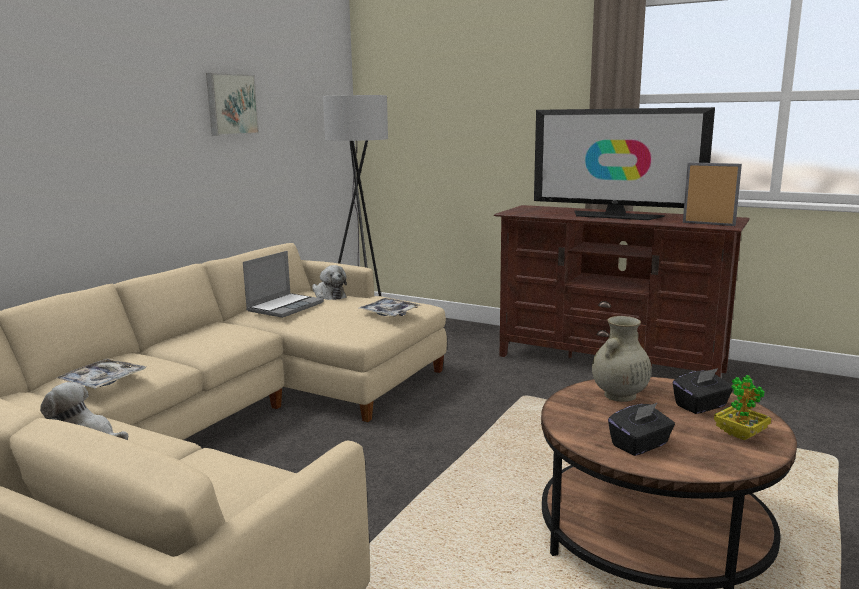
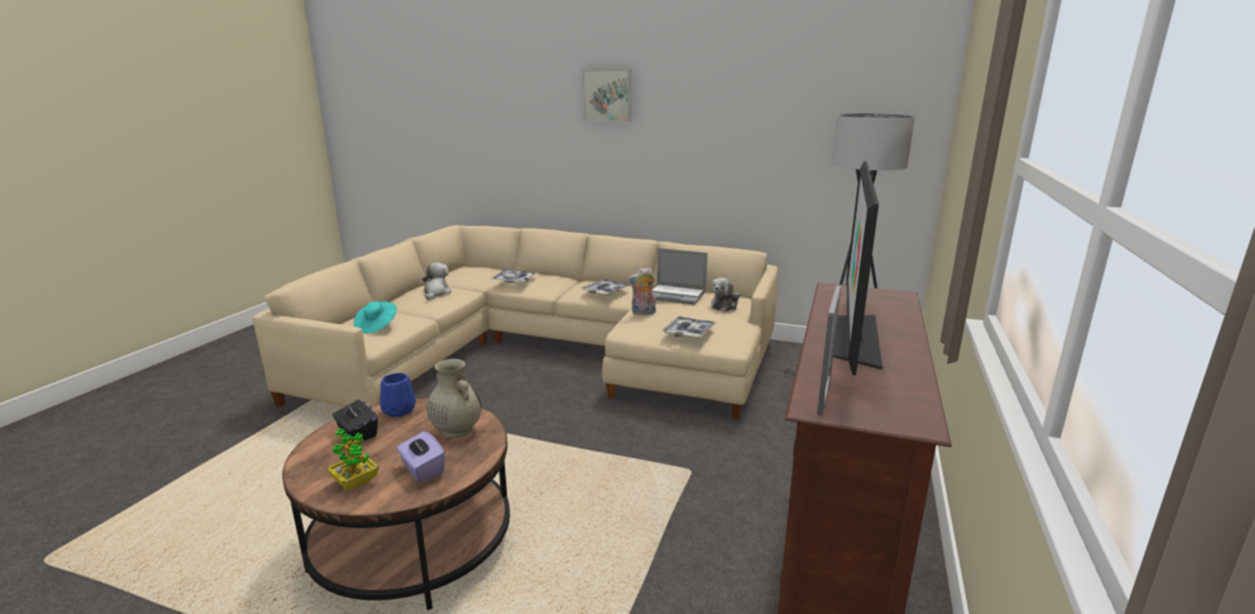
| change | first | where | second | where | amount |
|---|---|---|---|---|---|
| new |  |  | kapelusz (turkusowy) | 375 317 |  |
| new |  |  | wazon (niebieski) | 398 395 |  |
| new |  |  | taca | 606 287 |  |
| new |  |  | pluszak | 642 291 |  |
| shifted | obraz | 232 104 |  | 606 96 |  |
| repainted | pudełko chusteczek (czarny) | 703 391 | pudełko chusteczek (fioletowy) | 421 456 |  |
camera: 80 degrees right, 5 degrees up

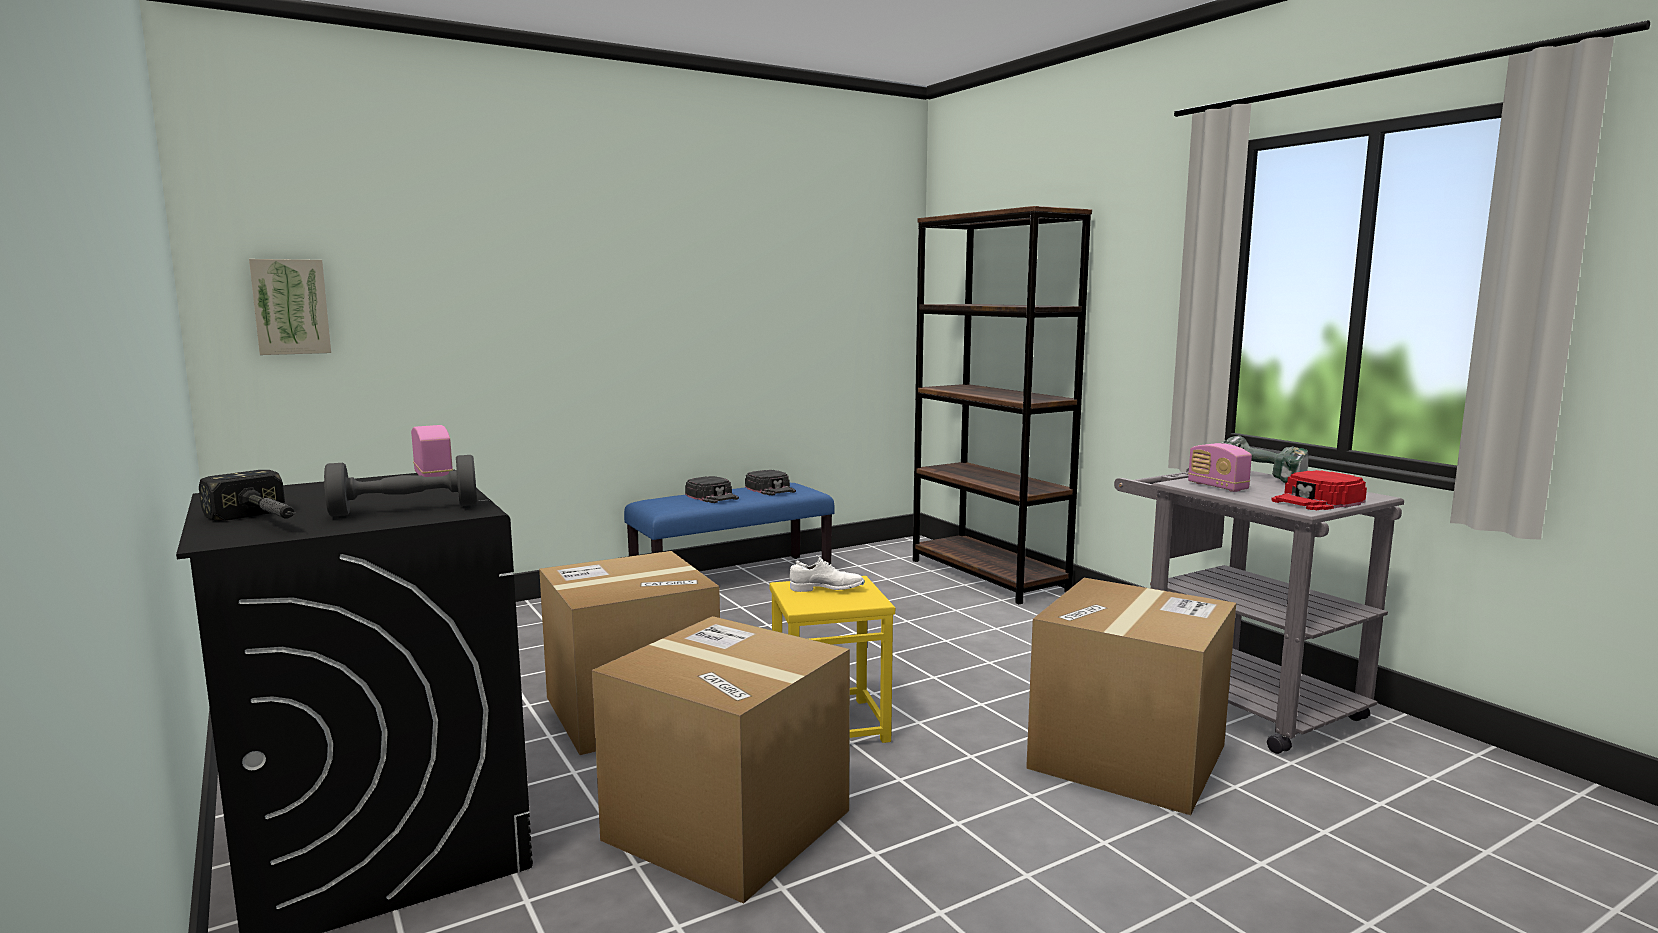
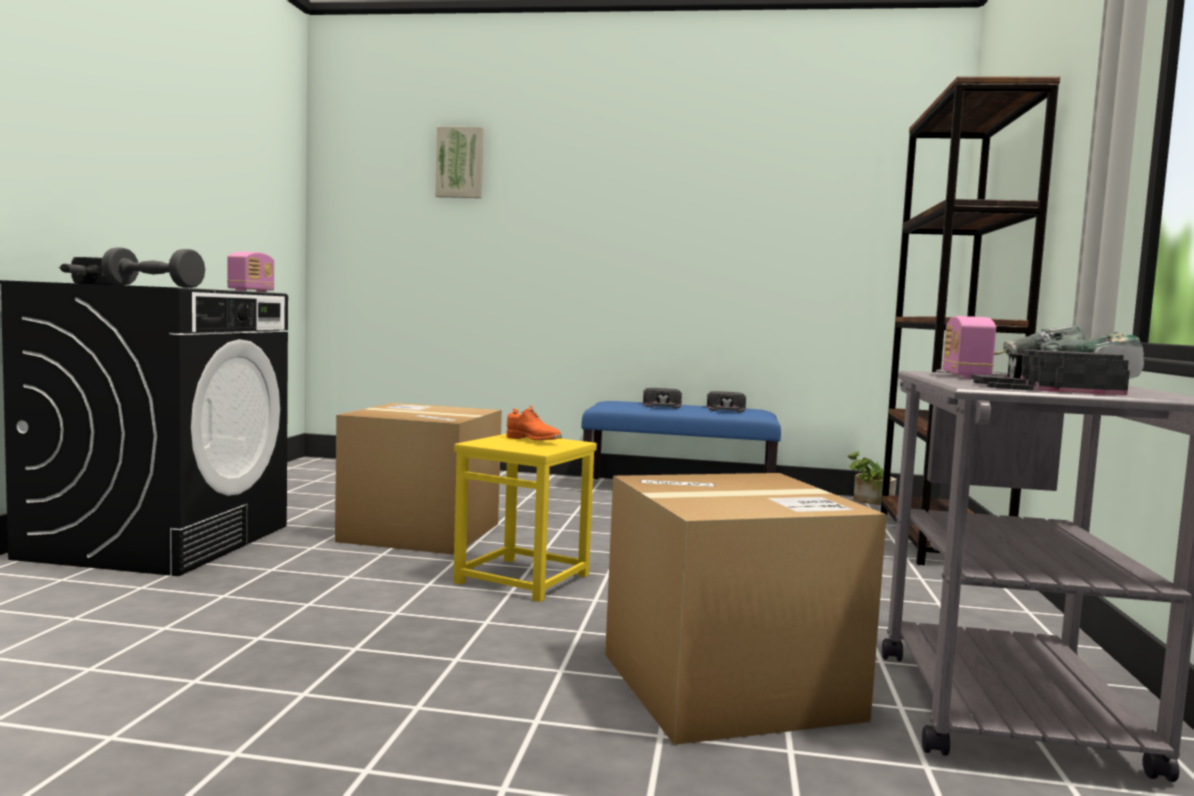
| change | first | where | second | where | amount |
|---|---|---|---|---|---|
| gone | karton | 721 760 |  |  |  |
| new |  |  | roślina doniczkowa | 872 478 |  |
| shifted | obraz | 290 307 |  | 459 162 |  |
| repainted | but (biały) | 827 573 | but (pomarańczowy) | 534 423 |  |
| repainted | czapka z daszkiem (czerwony) | 1319 490 | czapka z daszkiem (czarny) | 1050 372 |  |
camera: 40 degrees right, 5 degrees down

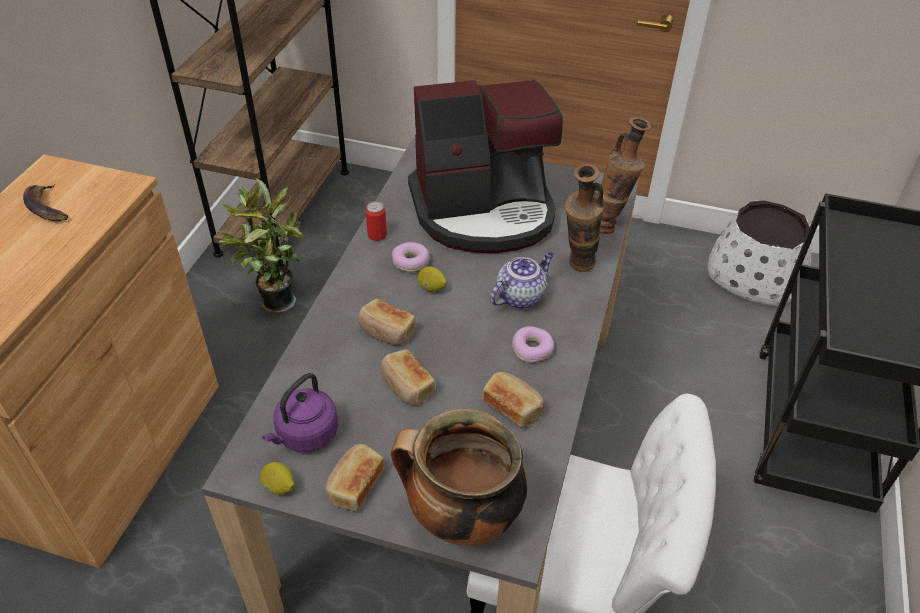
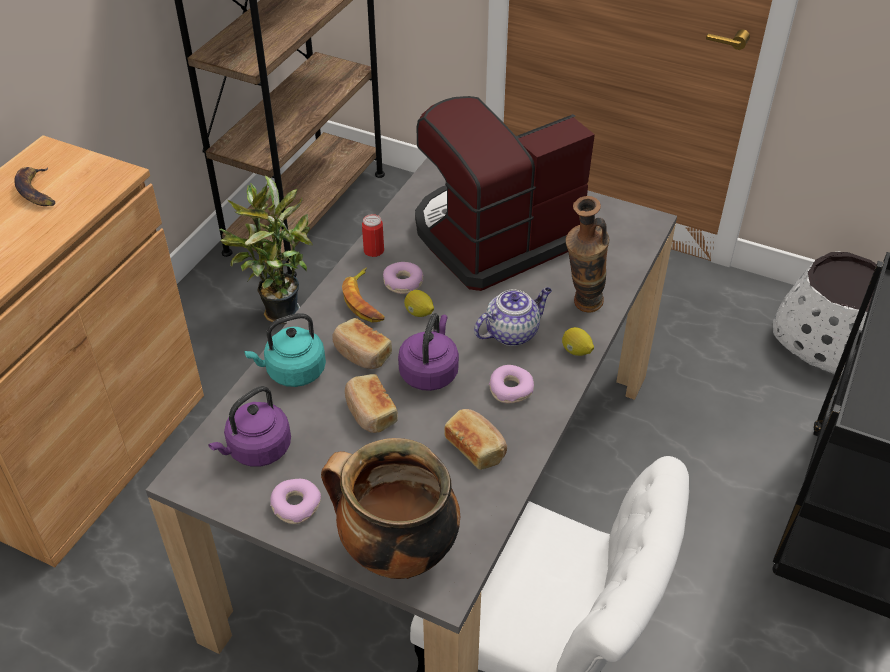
| change | first | where | second | where | amount |
|---|---|---|---|---|---|
| gone | wazon | 624 175 |  |  |  |
| new |  |  | czajnik (turkusowy) | 285 350 |  |
| new |  |  | banan | 363 295 |  |
| new |  |  | czajnik (fioletowy) | 428 352 |  |
| shifted | cytryna | 277 478 |  | 578 341 |  |
| swapped | chleb | 355 477 | donut | 295 501 |  |
| rotated | ekspres do kawy | 485 166 |  | 505 193 | 150 degrees clockwise |
camera: 10 degrees right, 0 degrees up

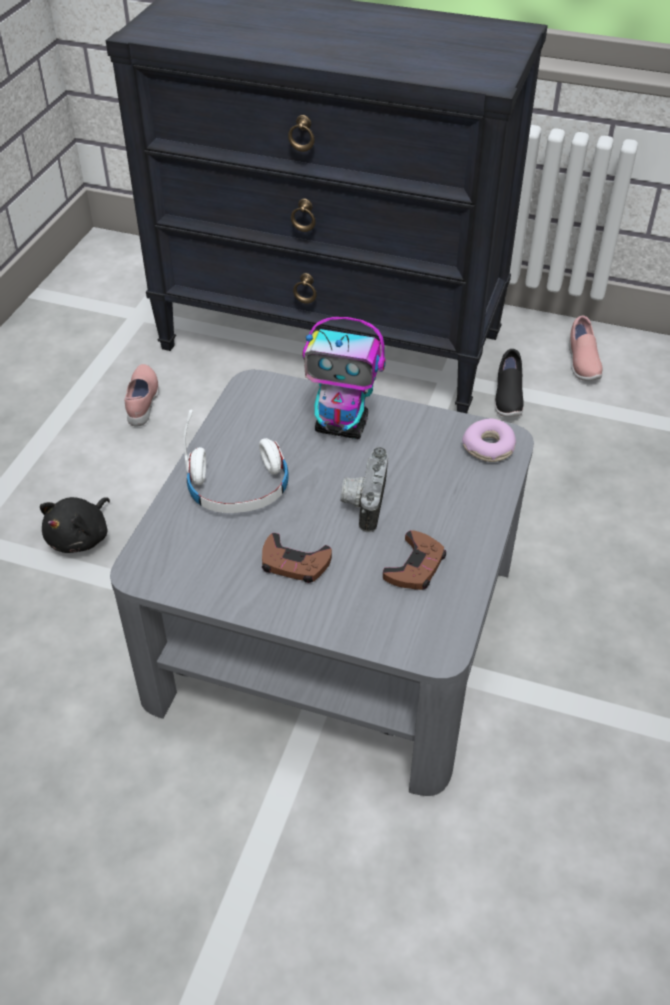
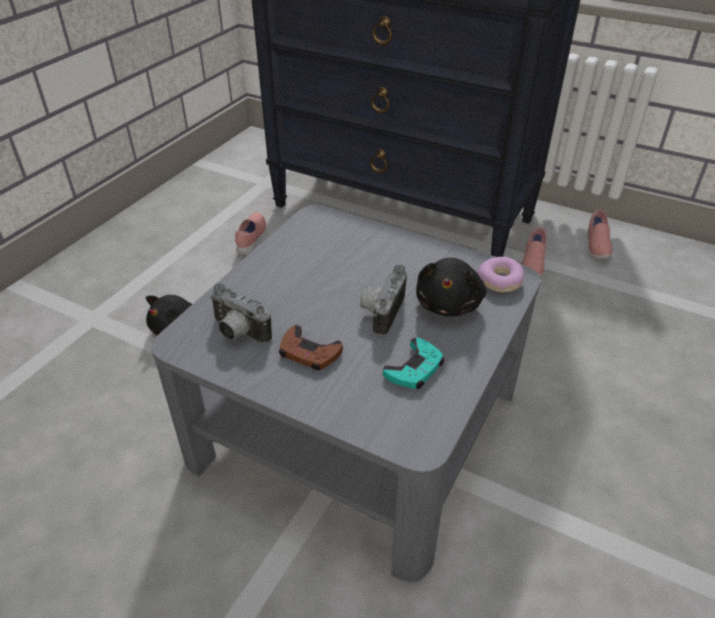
| change | first | where | second | where | amount |
|---|---|---|---|---|---|
| gone | słuchawki (biały) | 236 461 |  |  |  |
| gone | robot zabawkowy | 344 378 |  |  |  |
| new |  |  | aparat fotograficzny | 241 313 |  |
| new |  |  | pluszak (czarny) | 451 287 |  |
| repainted | pad do gier (brązowy) | 414 560 | pad do gier (turkusowy) | 413 363 |  |
| repainted | but (czarny) | 509 383 | but (różowy) | 534 252 |  |
camera: 10 degrees right, 5 degrees down

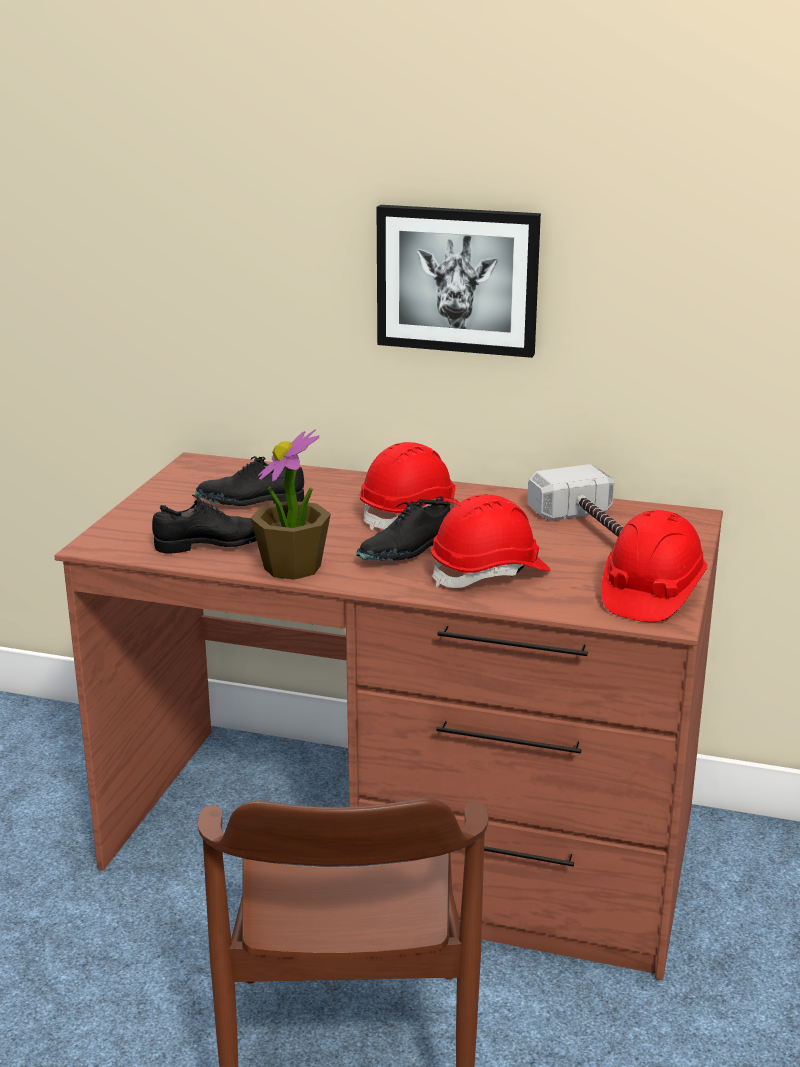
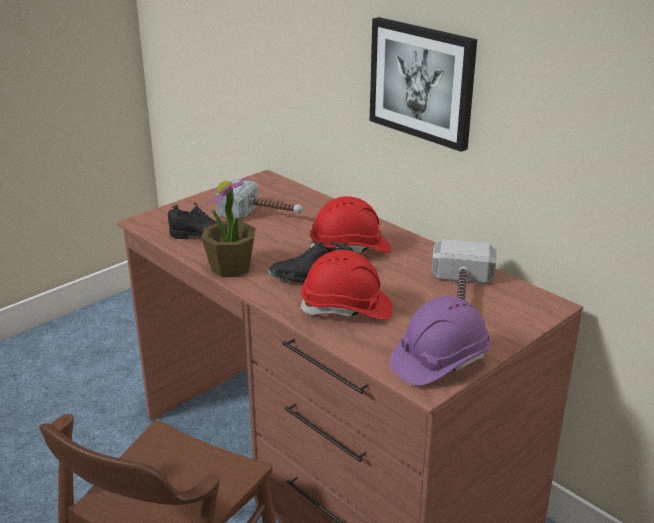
| change | first | where | second | where | amount |
|---|---|---|---|---|---|
| swapped | but (czarny) | 249 481 | młotek | 259 199 |  |
| repainted | kask (czerwony) | 654 566 | kask (fioletowy) | 440 341 |  |
camera: 30 degrees right, 5 degrees up

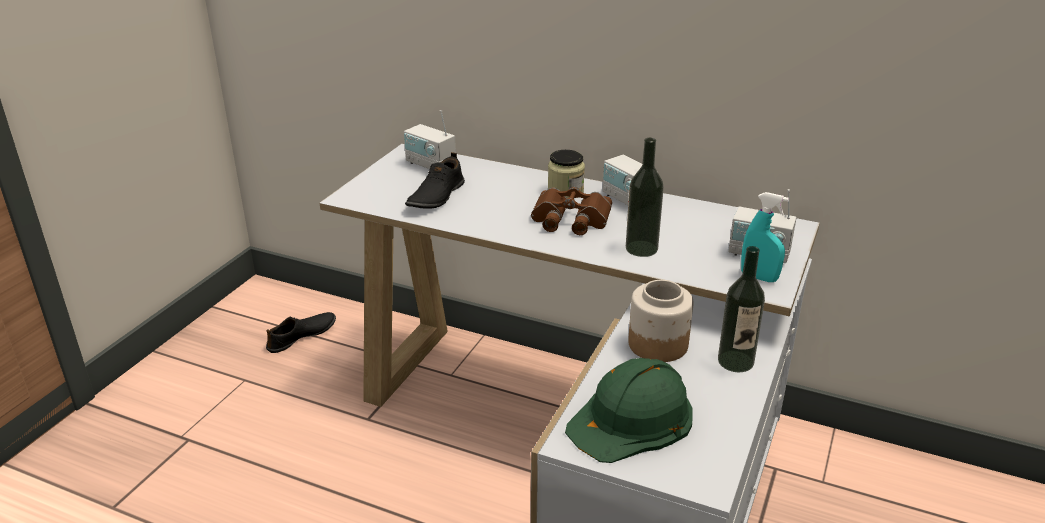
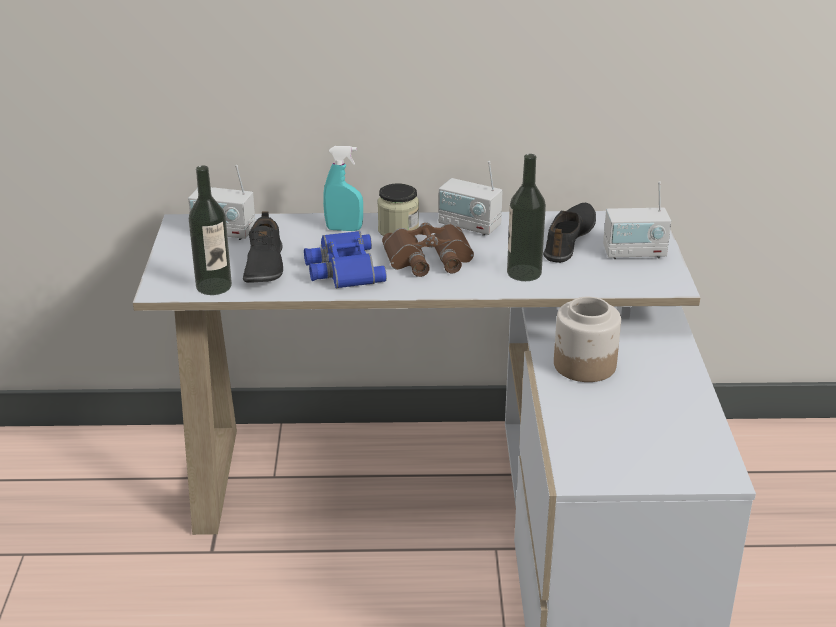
| change | first | where | second | where | amount |
|---|---|---|---|---|---|
| gone | kask (zielony) | 629 410 |  |  |  |
| new |  |  | lornetka (niebieski) | 345 260 |  |
| shifted | but (czarny) | 301 332 |  | 569 233 |  |
| shifted | butelka | 741 309 |  | 210 230 |  |
| shifted | spryskiwacz (turkusowy) | 765 237 |  | 343 188 |  |
camera: 25 degrees left, 0 degrees up

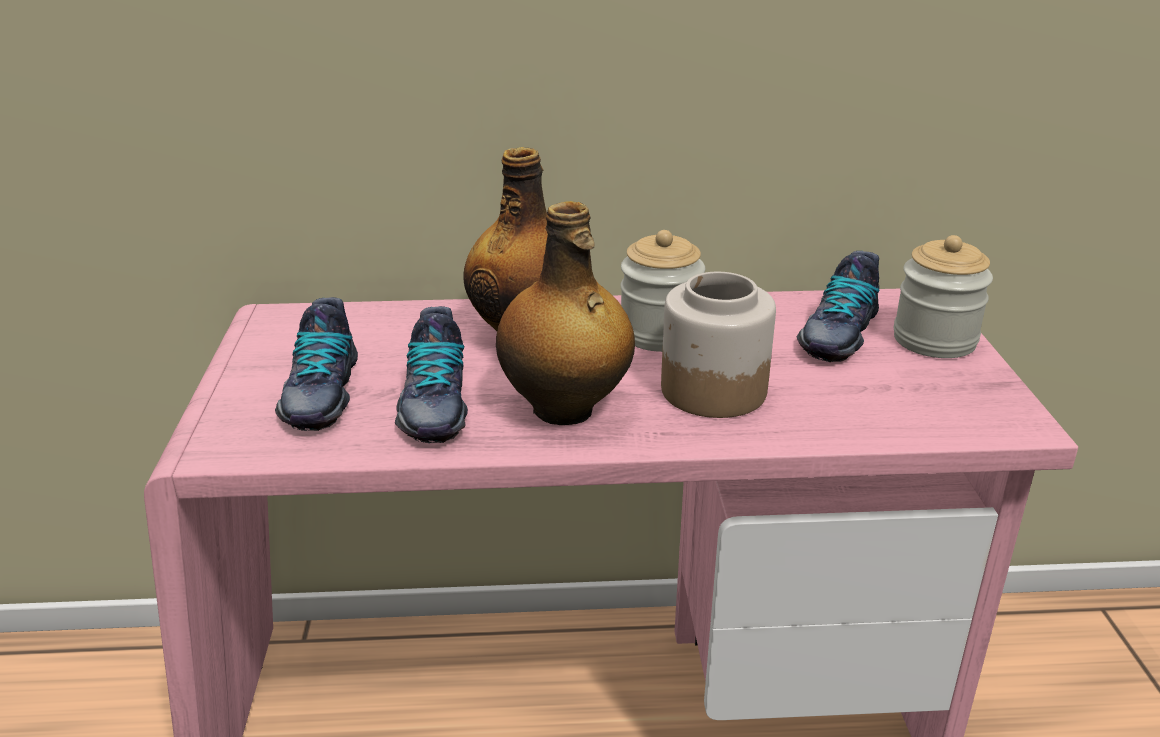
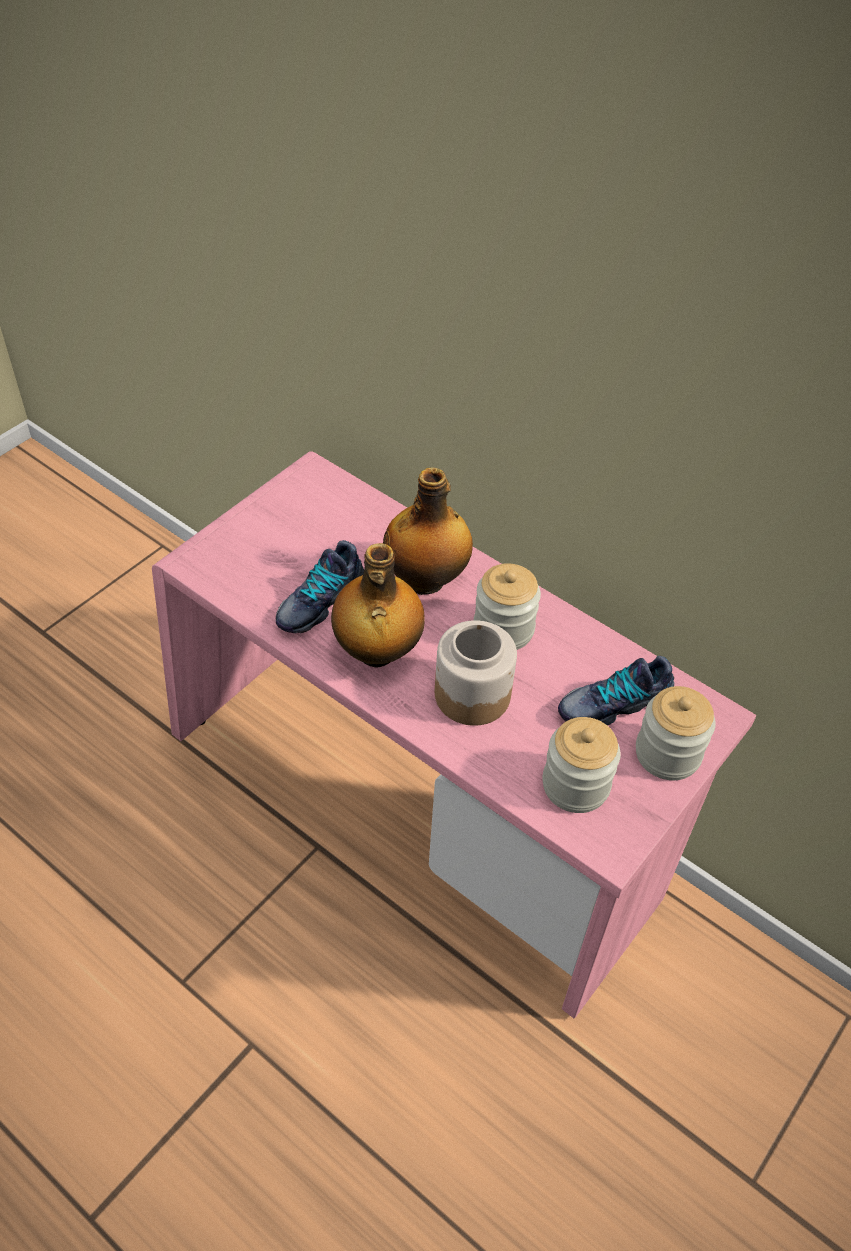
| change | first | where | second | where | amount |
|---|---|---|---|---|---|
| gone | but | 316 364 |  |  |  |
| new |  |  | słoik | 581 765 |  |
camera: 40 degrees right, 20 degrees up

